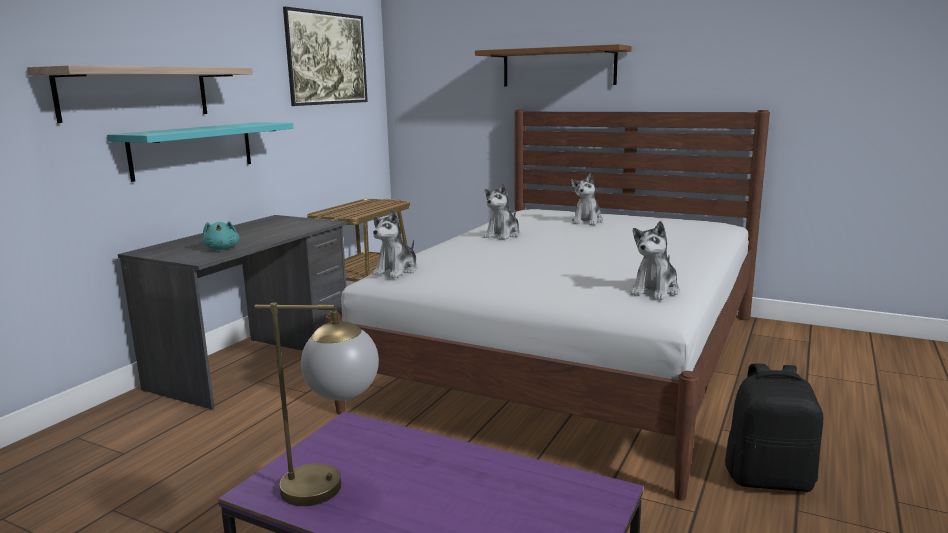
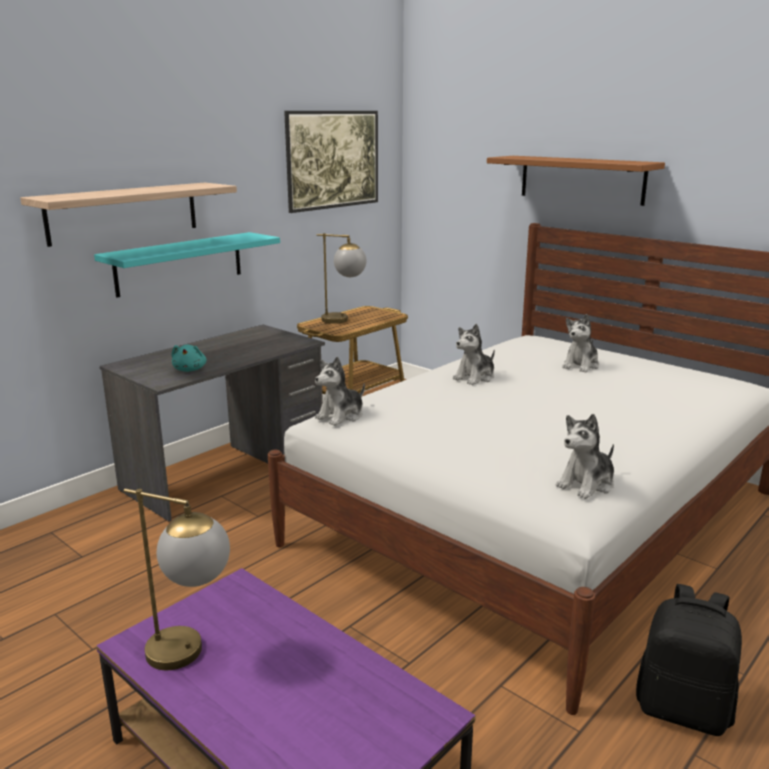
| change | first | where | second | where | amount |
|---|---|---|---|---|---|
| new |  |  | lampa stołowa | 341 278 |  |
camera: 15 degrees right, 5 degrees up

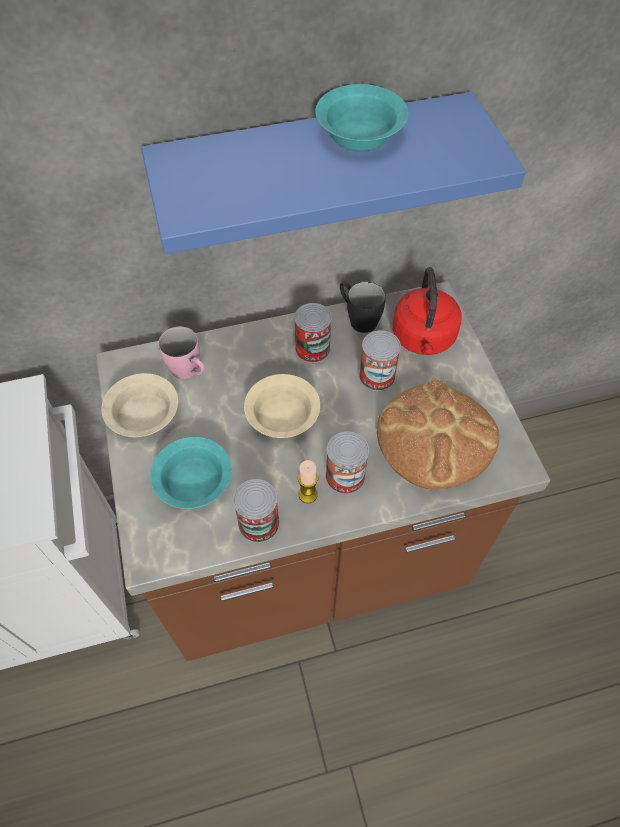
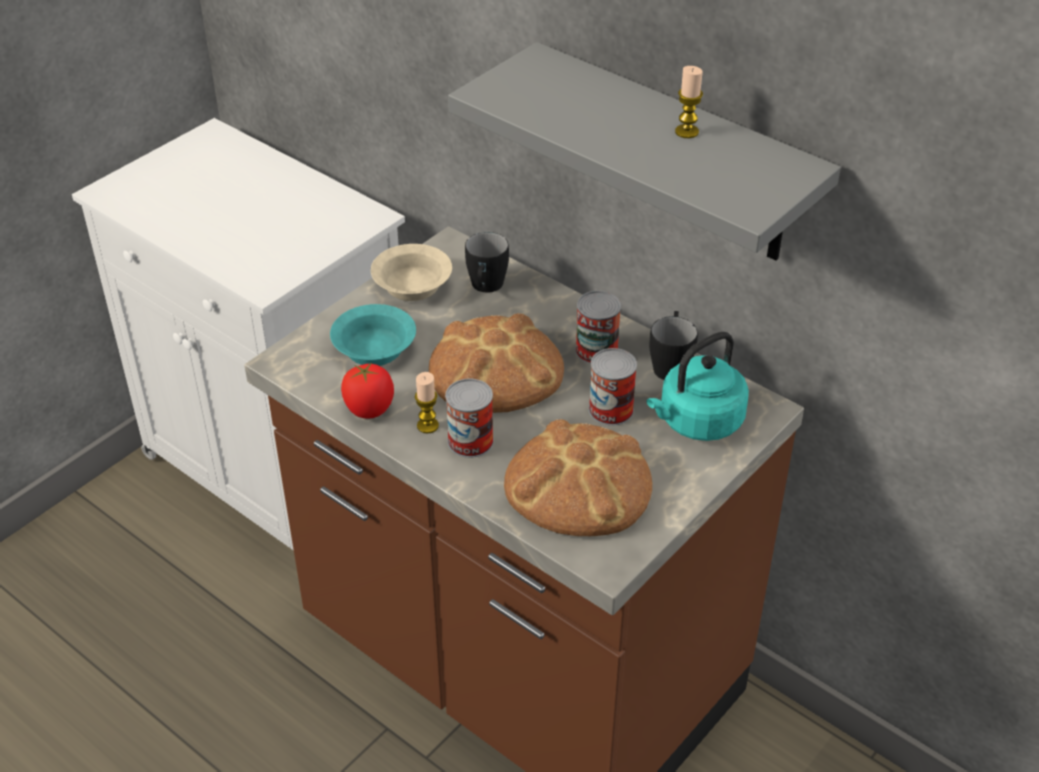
| change | first | where | second | where | amount |
|---|---|---|---|---|---|
| swapped | puszka | 256 511 | pomidor | 367 390 |  |
| swapped | miska (beżowy) | 282 406 | chleb | 496 363 |  |
| swapped | miska (turkusowy) | 361 117 | świeca | 689 102 |  |
| repainted | półka (niebieski) | 333 173 | półka (szary) | 644 151 |  |
| repainted | kubek (różowy) | 181 353 | kubek (czarny) | 487 262 |  |
| repainted | czajnik (czerwony) | 427 311 | czajnik (turkusowy) | 698 386 |  |
camera: 55 degrees right, 15 degrees down

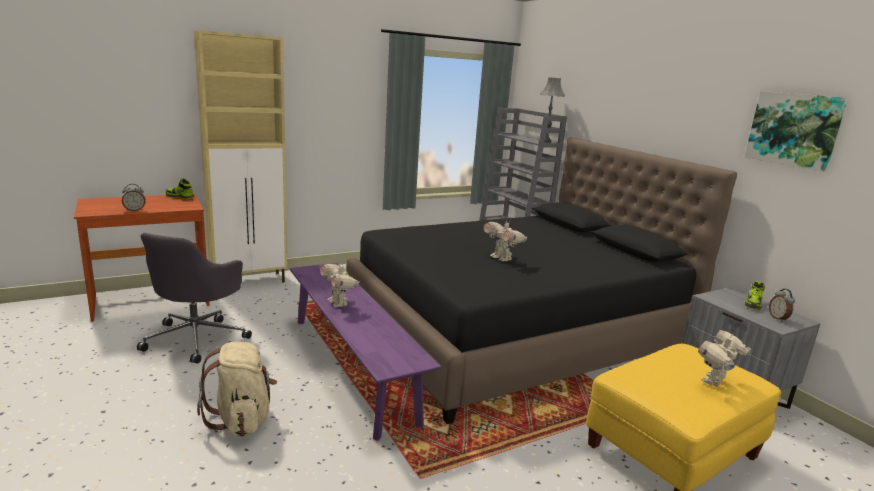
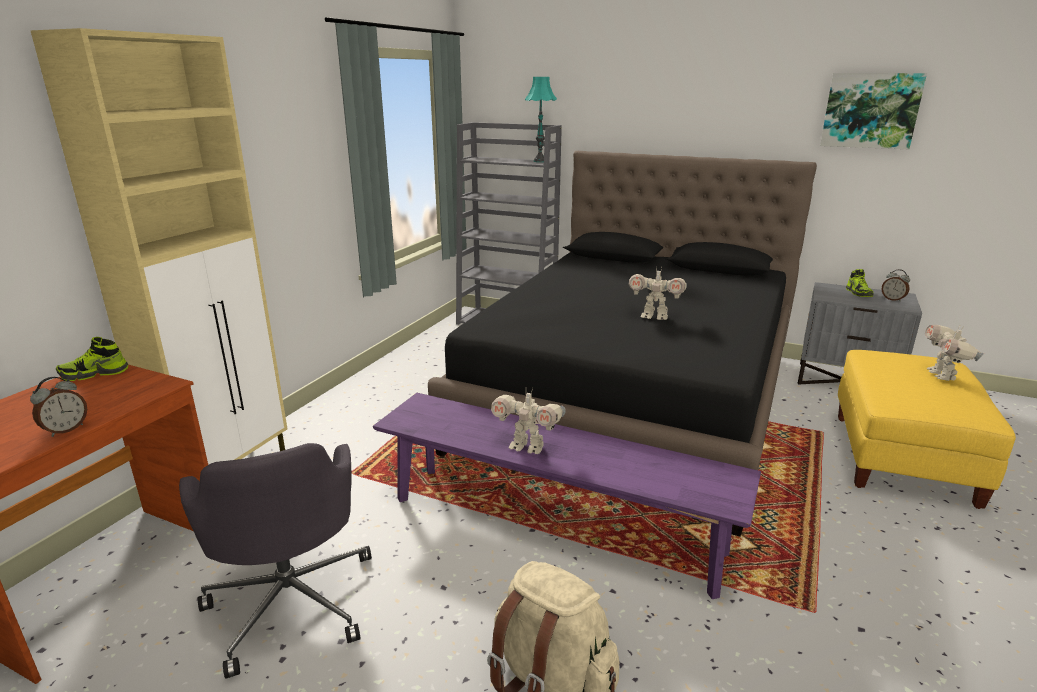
| change | first | where | second | where | amount |
|---|---|---|---|---|---|
| repainted | lampa stołowa (szary) | 552 110 | lampa stołowa (turkusowy) | 541 119 |  |
camera: 35 degrees left, 5 degrees up

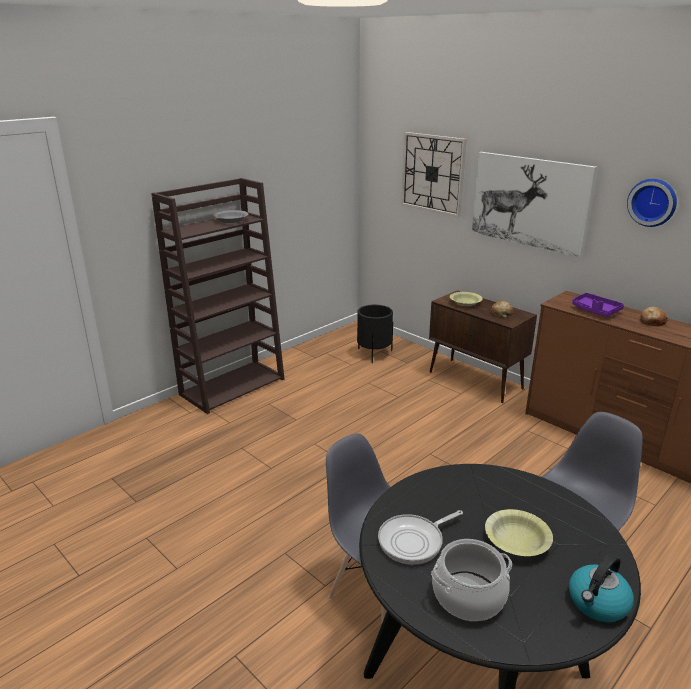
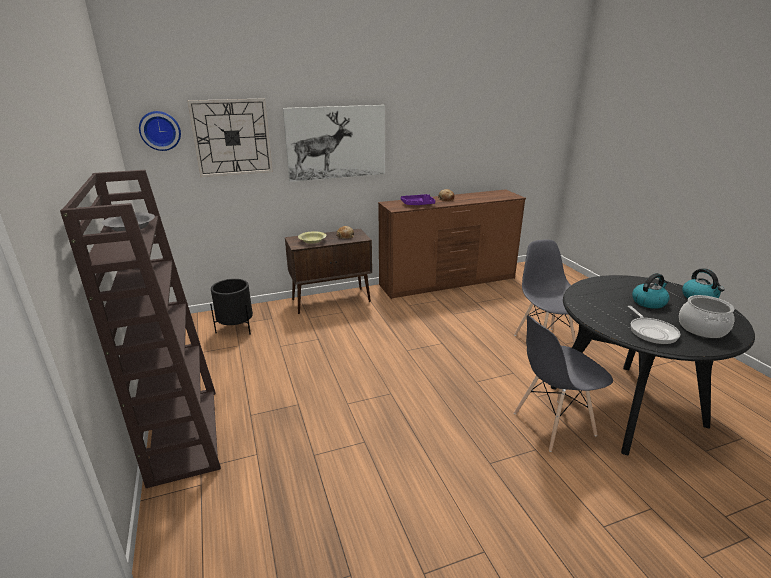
| change | first | where | second | where | amount |
|---|---|---|---|---|---|
| shifted | zegar ścienny | 652 203 |  | 160 131 |  |
| swapped | miska (żółty) | 519 532 | czajnik | 651 291 |  |
camera: 65 degrees left, 0 degrees up

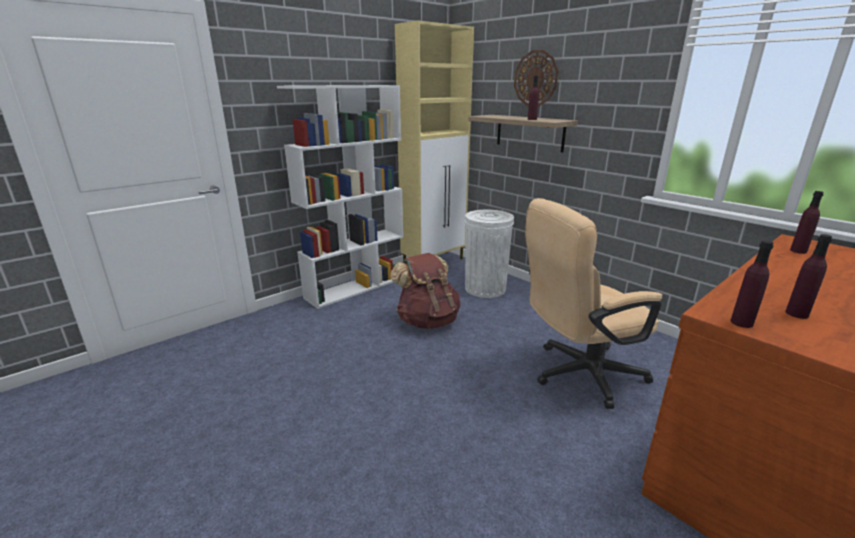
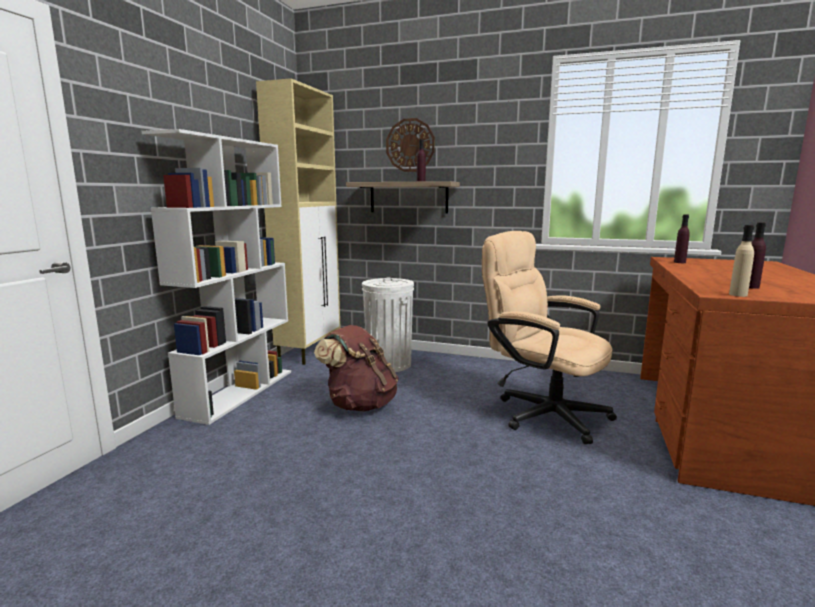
| change | first | where | second | where | amount |
|---|---|---|---|---|---|
| repainted | butelka (fioletowy) | 752 284 | butelka (beżowy) | 741 261 |  |
| rotated | krzesło biurowe (beżowy) | 593 303 |  | 549 337 | 90 degrees clockwise |
camera: 30 degrees left, 10 degrees down

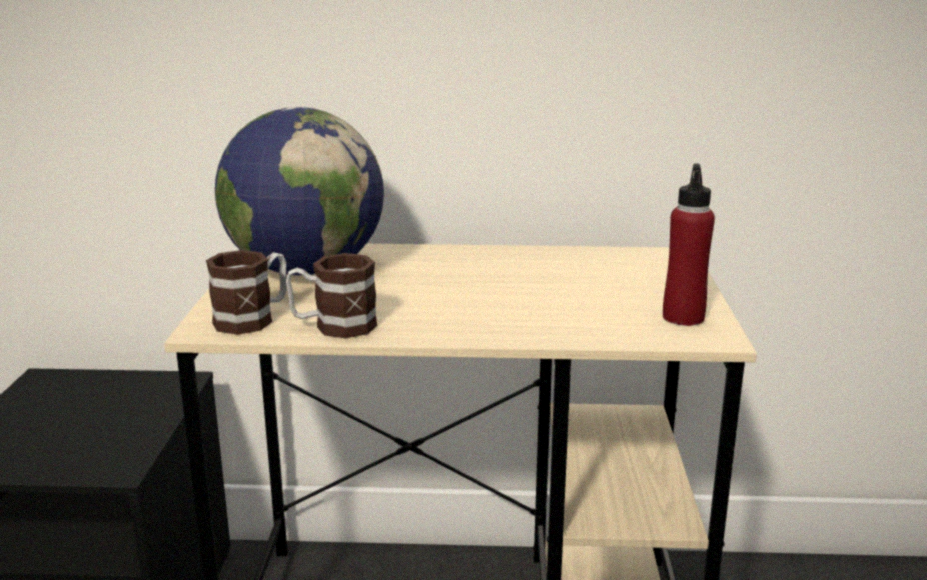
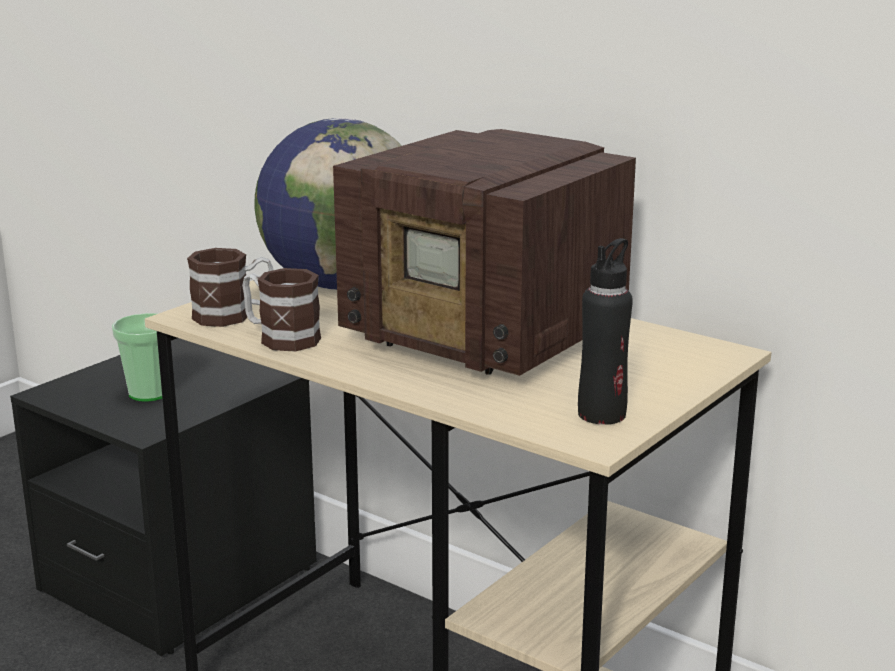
| change | first | where | second | where | amount |
|---|---|---|---|---|---|
| new |  |  | filiżanka | 137 357 |  |
| new |  |  | radio | 484 252 |  |
| repainted | butelka (czerwony) | 689 244 | butelka (czarny) | 605 331 |  |
camera: 35 degrees right, 0 degrees up

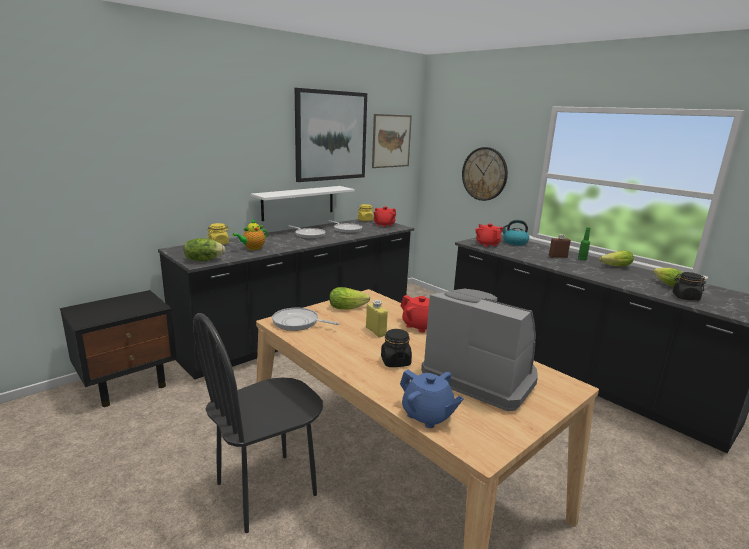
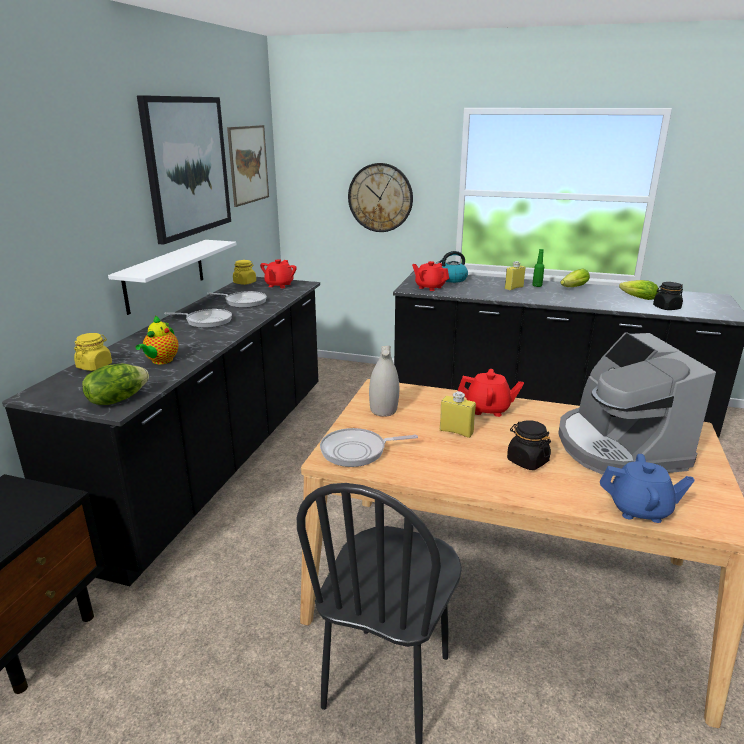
| change | first | where | second | where | amount |
|---|---|---|---|---|---|
| swapped | sałata | 350 298 | wazon (biały) | 384 381 |  |
| repainted | butelka (brązowy) | 560 246 | butelka (żółty) | 515 275 |  |
| rotated | ekspres do kawy | 479 350 |  | 637 404 | 105 degrees counterclockwise |
camera: 30 degrees left, 5 degrees up

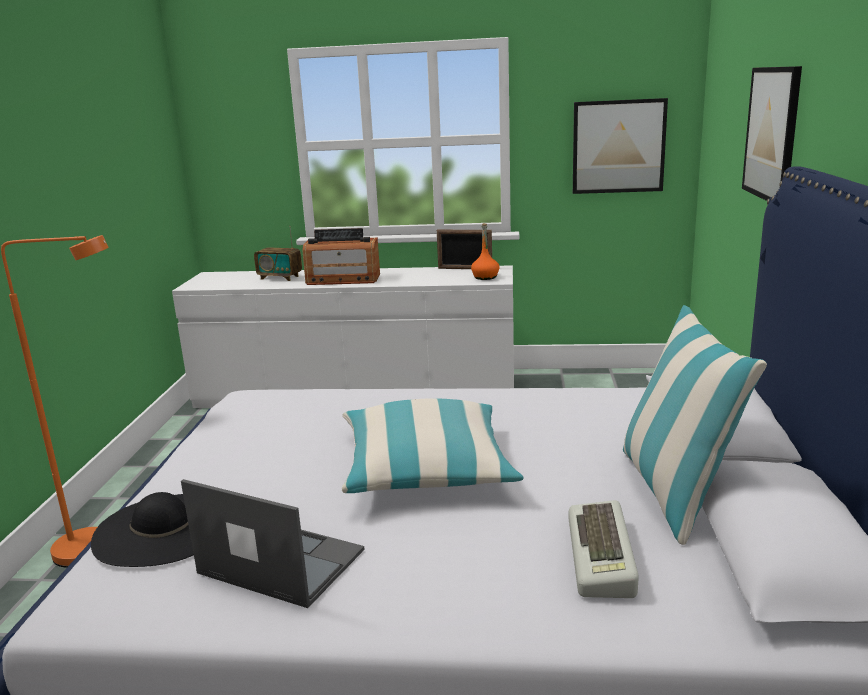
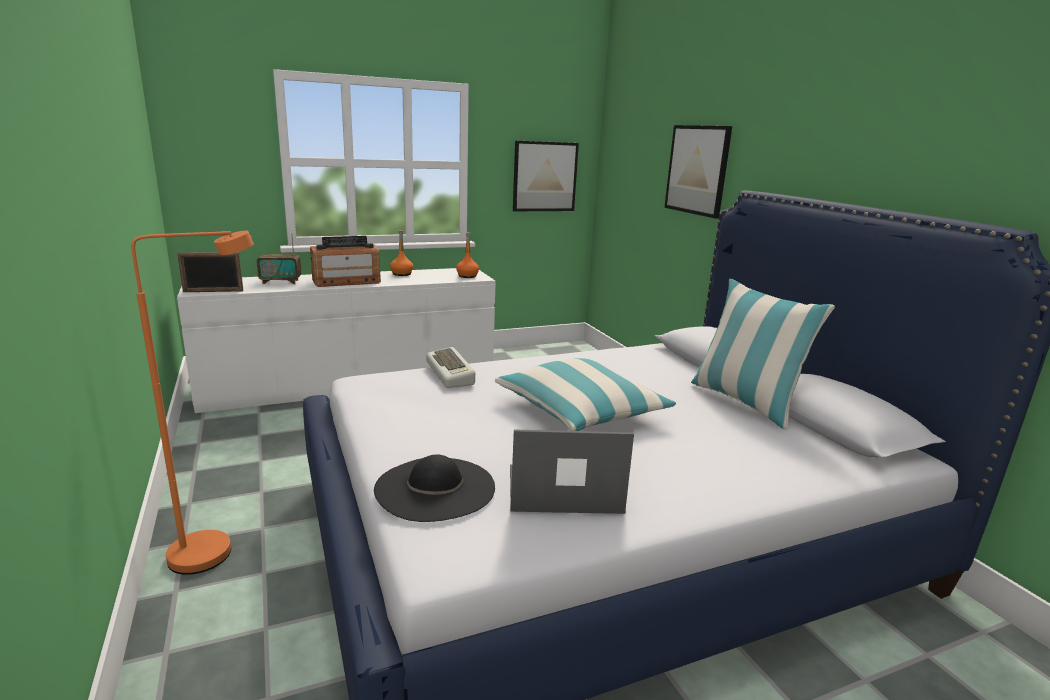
| change | first | where | second | where | amount |
|---|---|---|---|---|---|
| new |  |  | butelka (pomarańczowy) | 401 253 |  |
| shifted | ramka na zdjęcie | 464 249 |  | 210 272 |  |
| shifted | klawiatura | 604 549 |  | 450 367 |  |
camera: 30 degrees left, 0 degrees up

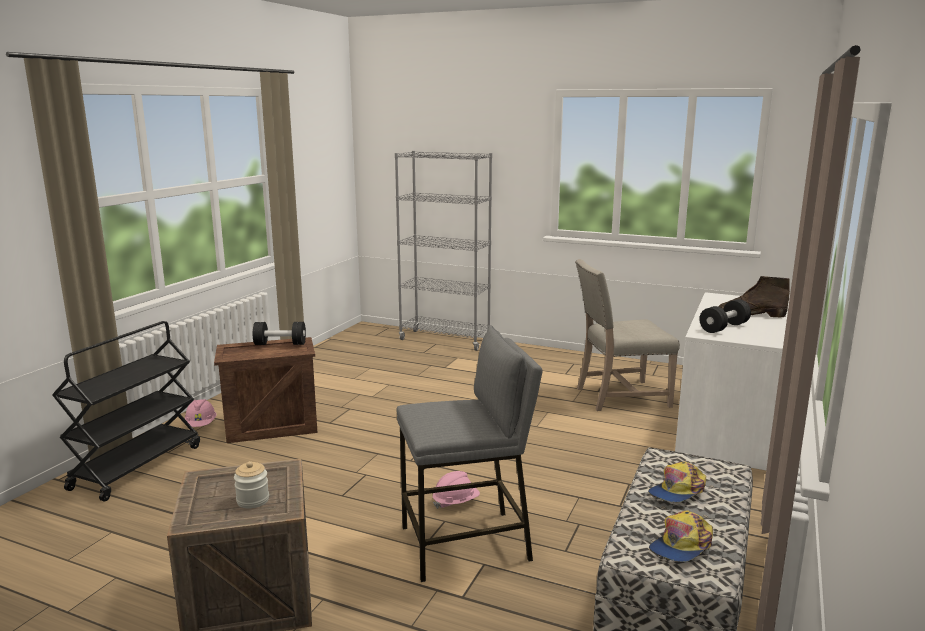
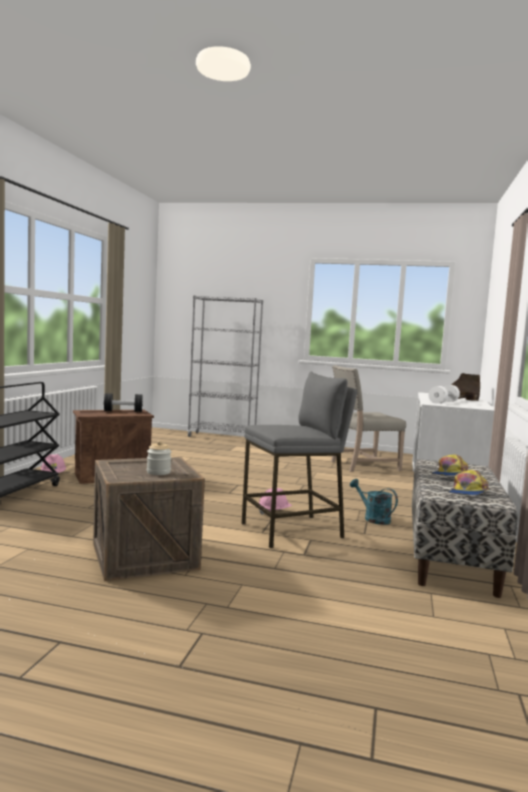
| change | first | where | second | where | amount |
|---|---|---|---|---|---|
| new |  |  | konewka (turkusowy) | 374 502 |  |
| repainted | hantel (czarny) | 725 316 | hantel (biały) | 444 394 |  |
camera: 10 degrees left, 10 degrees down

